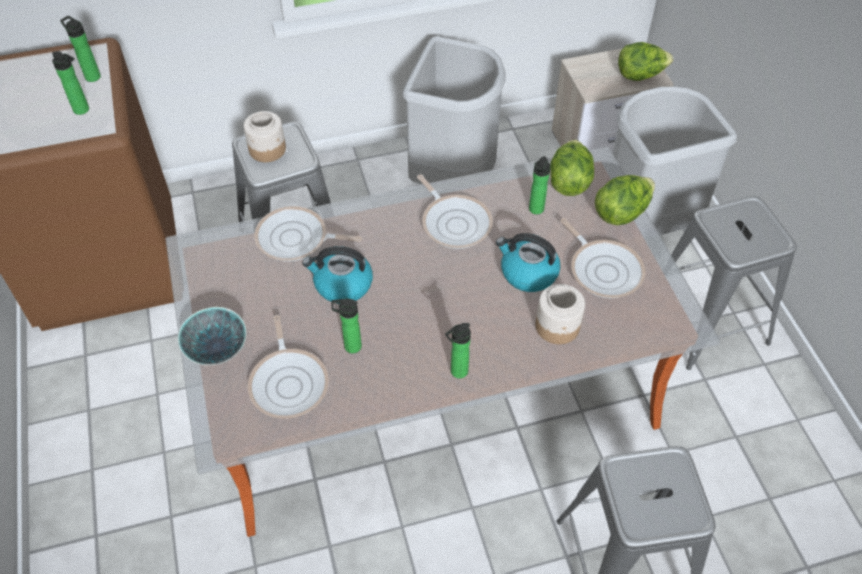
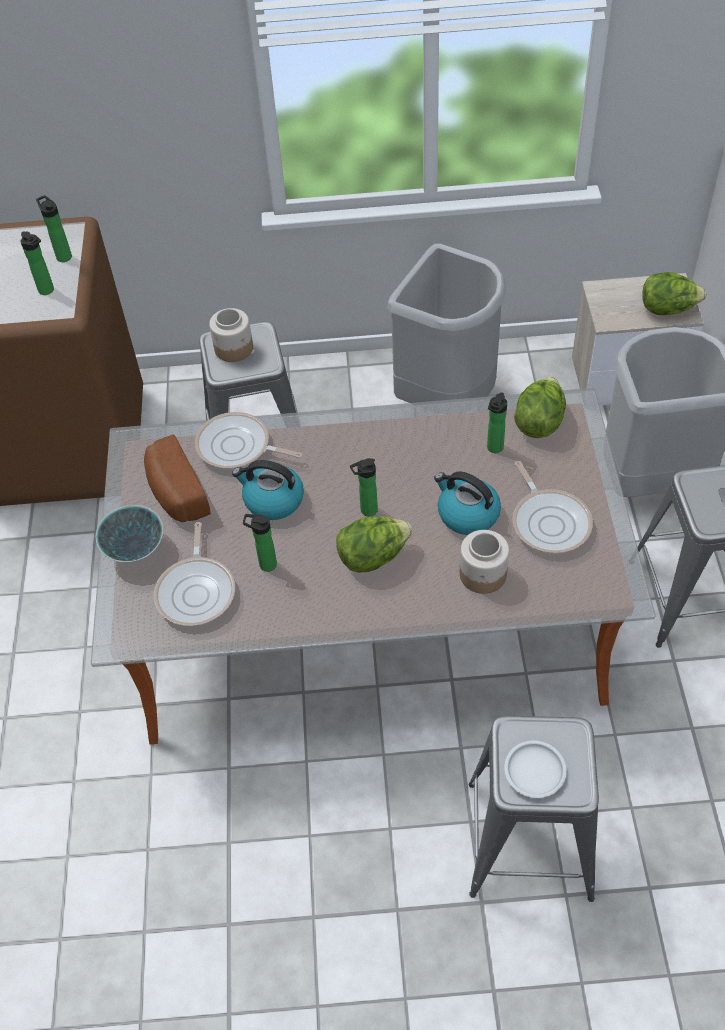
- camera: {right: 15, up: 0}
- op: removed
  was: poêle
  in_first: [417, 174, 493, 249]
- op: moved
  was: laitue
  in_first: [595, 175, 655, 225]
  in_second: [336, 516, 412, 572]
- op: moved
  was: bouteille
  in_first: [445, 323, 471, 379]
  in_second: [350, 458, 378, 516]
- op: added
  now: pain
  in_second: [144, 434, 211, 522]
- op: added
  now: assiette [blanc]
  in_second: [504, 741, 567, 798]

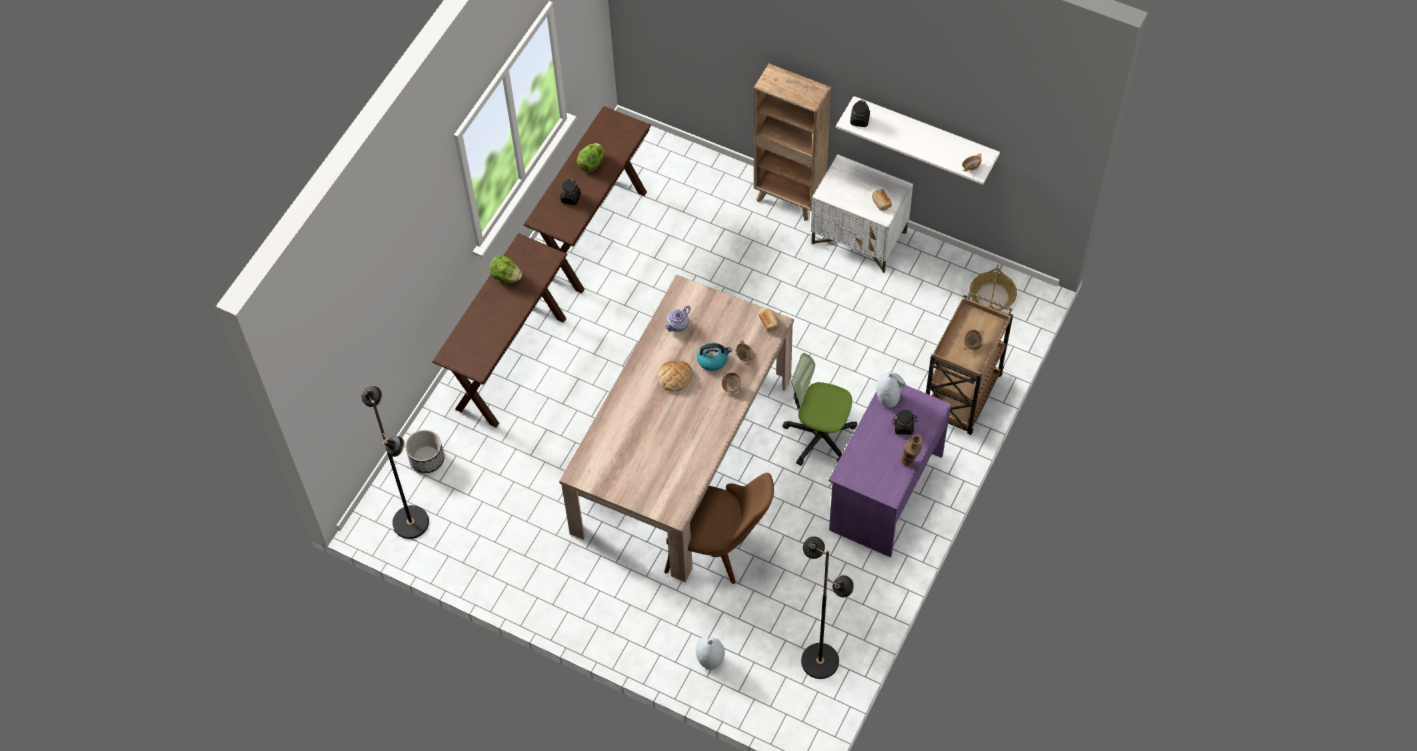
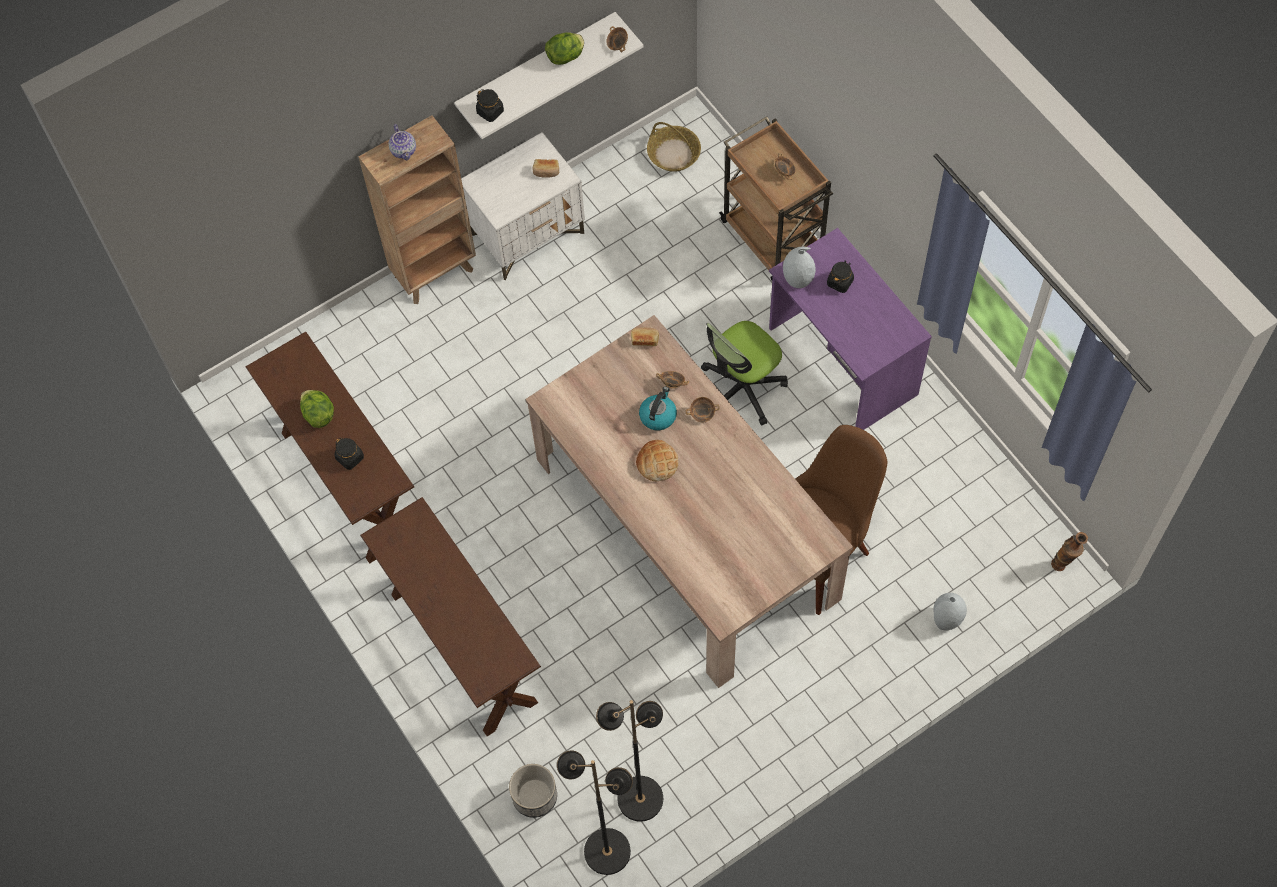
- camera: {right: -60, up: 5}
- op: moved
  was: laitue
  in_first: [490, 255, 522, 283]
  in_second: [545, 32, 584, 65]
- op: moved
  was: théière
  in_first: [665, 306, 690, 332]
  in_second: [388, 124, 416, 160]
- op: moved
  was: vase
  in_first: [901, 434, 922, 466]
  in_second: [1051, 532, 1088, 571]
- op: moved
  was: lampadaire [noir]
  in_first: [801, 536, 854, 679]
  in_second: [596, 700, 663, 822]

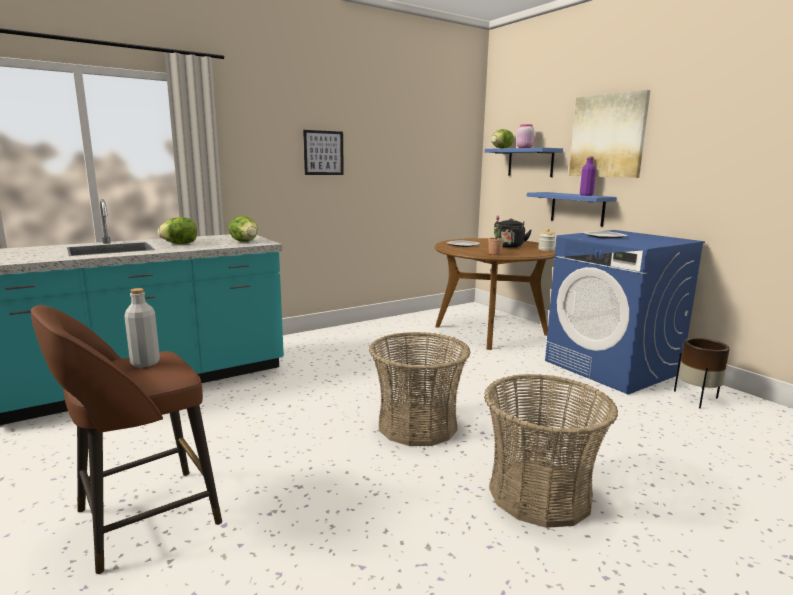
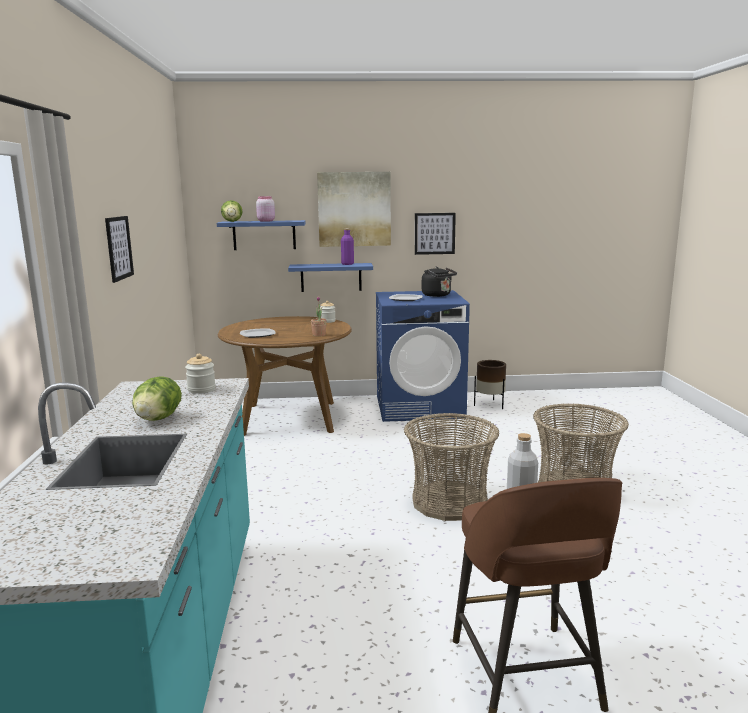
- camera: {right: -60, up: 0}
- op: replaced
  was: laitue
  now: bocal
  in_first: [229, 216, 258, 242]
  in_second: [185, 354, 216, 394]
- op: moved
  was: bouilloire [noir]
  in_first: [494, 218, 532, 248]
  in_second: [422, 267, 457, 297]
- op: added
  now: tableau
  in_second: [415, 213, 456, 255]

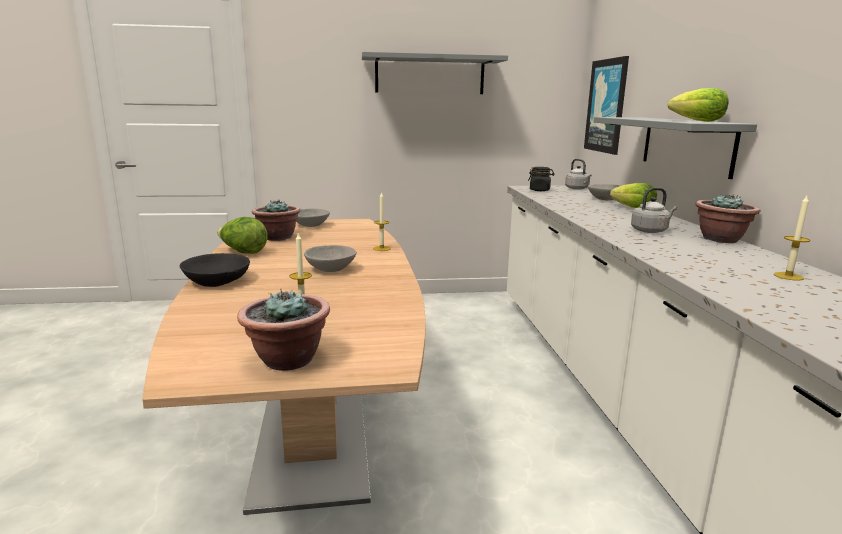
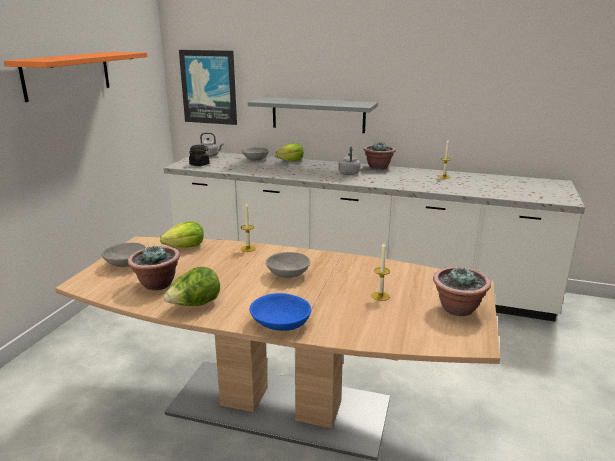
- camera: {right: -65, up: 5}
- op: recoloured
  was: étagère [gris]
  now: étagère [orange]
  in_first: [362, 52, 508, 94]
  in_second: [4, 52, 147, 102]
- op: moved
  was: laitue
  in_first: [668, 88, 729, 122]
  in_second: [160, 221, 204, 248]
- op: recoloured
  was: bol [noir]
  now: bol [bleu]
  in_first: [180, 253, 250, 287]
  in_second: [250, 293, 311, 331]

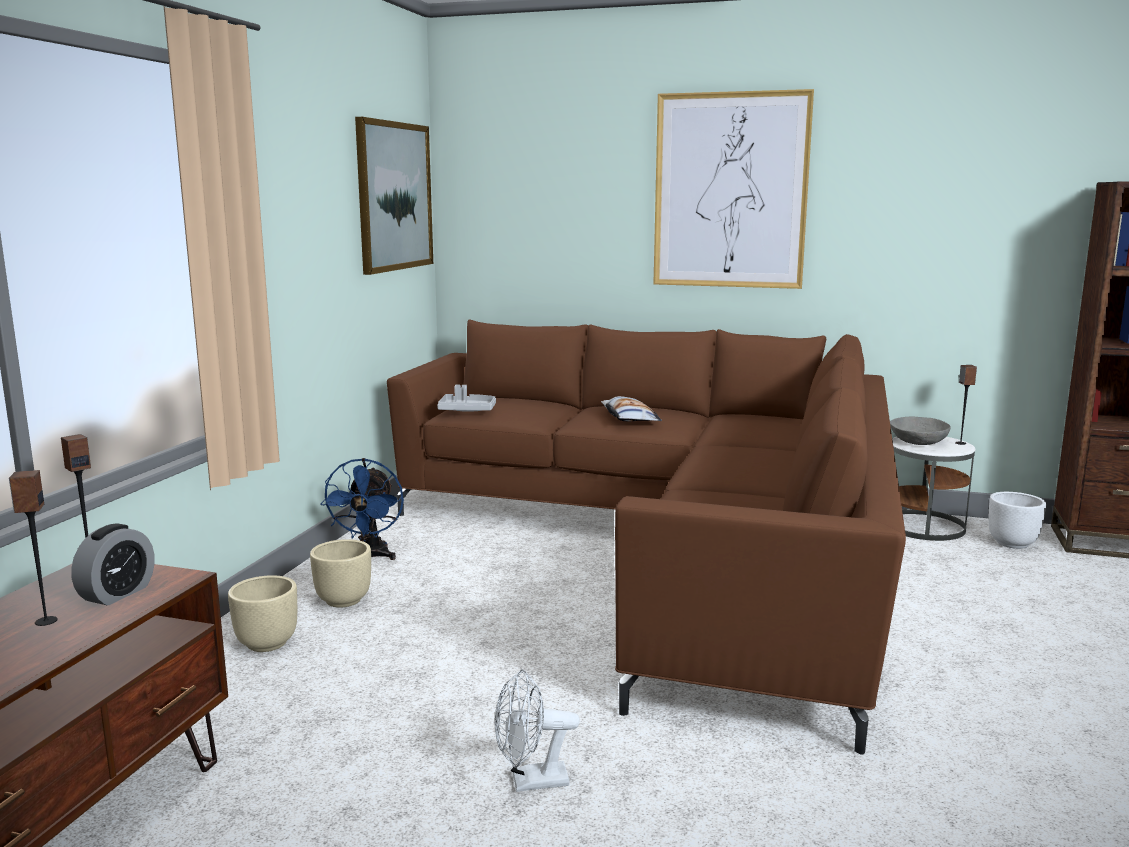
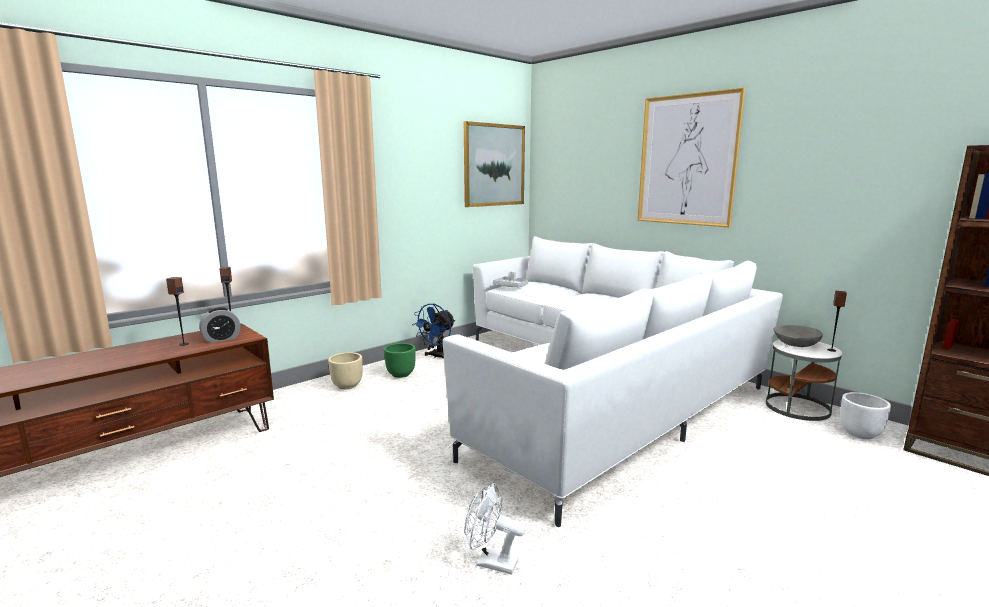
- camera: {right: 30, up: 0}
- op: recoloured
  was: canapé [marron]
  now: canapé [blanc]
  in_first: [387, 320, 906, 755]
  in_second: [443, 236, 783, 527]
- op: removed
  was: coussin
  in_first: [601, 396, 662, 422]
- op: recoloured
  was: cache-pot [beige]
  now: cache-pot [vert]
  in_first: [310, 539, 371, 608]
  in_second: [384, 343, 416, 378]
- op: moved
  was: ventilateur [blanc]
  in_first: [495, 669, 580, 792]
  in_second: [464, 483, 525, 575]

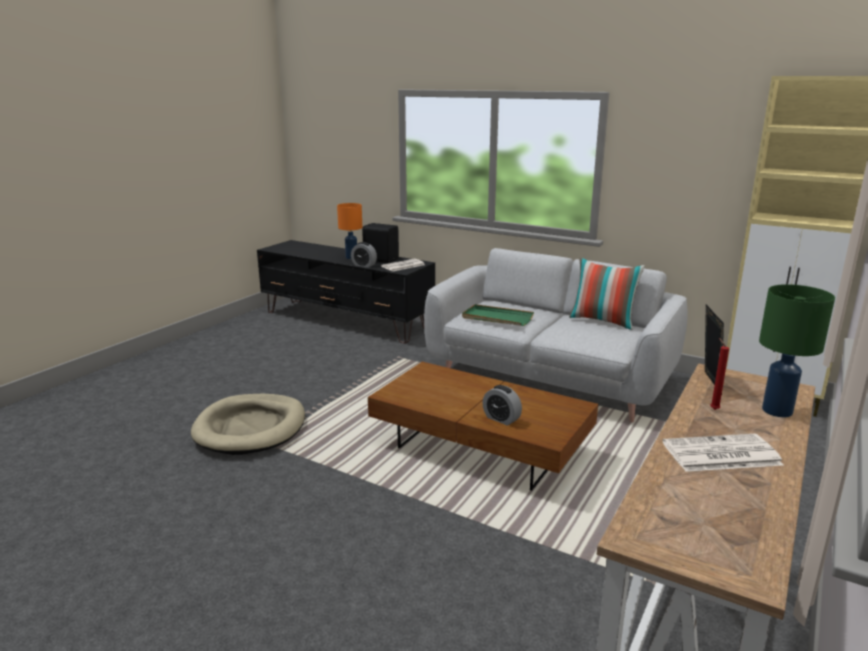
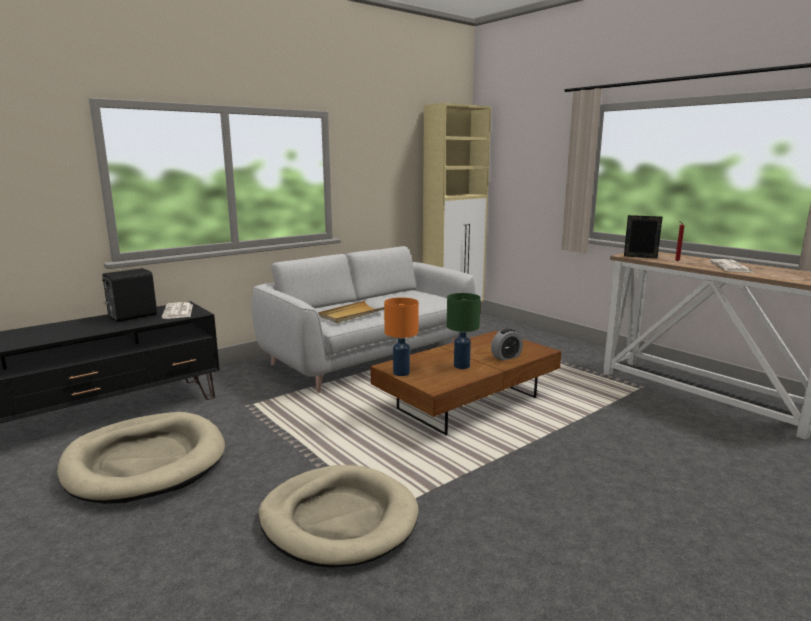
- camera: {right: -70, up: -5}
- op: moved
  was: lampe de table [orange]
  in_first: [337, 203, 362, 259]
  in_second: [384, 297, 419, 376]
- op: removed
  was: réveil
  in_first: [351, 242, 377, 267]
- op: removed
  was: coussin
  in_first: [569, 257, 645, 330]
- op: moved
  was: lampe de table [vert]
  in_first: [759, 284, 835, 417]
  in_second: [447, 293, 481, 369]
- op: recoloured
  was: plateau [vert]
  now: plateau [beige]
  in_first: [462, 304, 534, 326]
  in_second: [318, 301, 384, 323]
- op: added
  now: panier pour chien [beige]
  in_second: [57, 412, 225, 504]

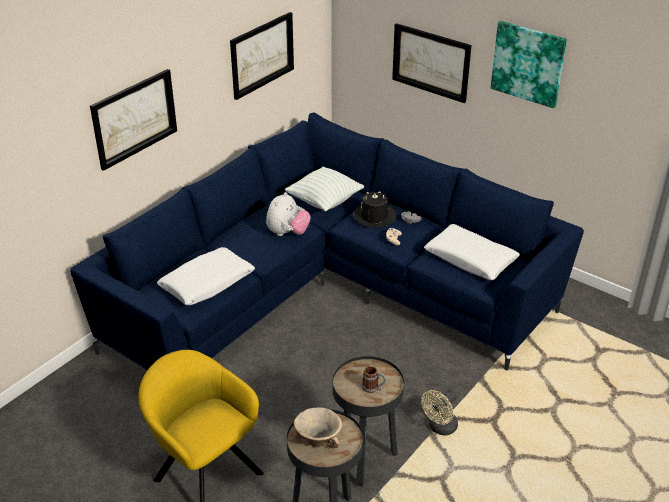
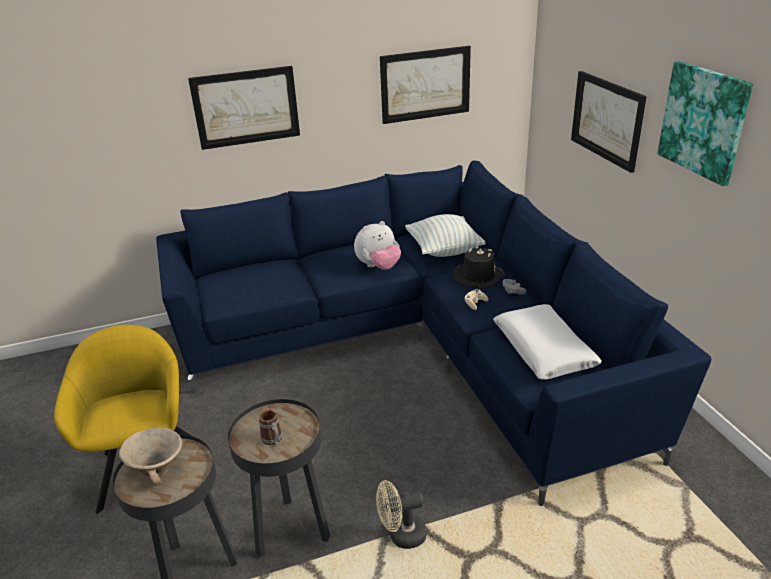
- camera: {right: 35, up: -5}
- op: removed
  was: coussin [blanc]
  in_first: [157, 247, 255, 305]

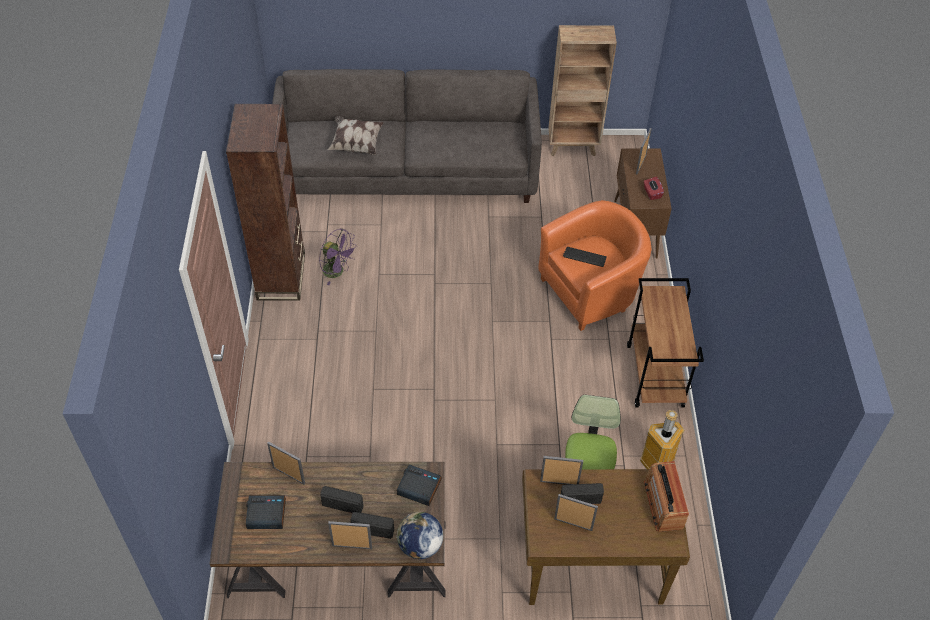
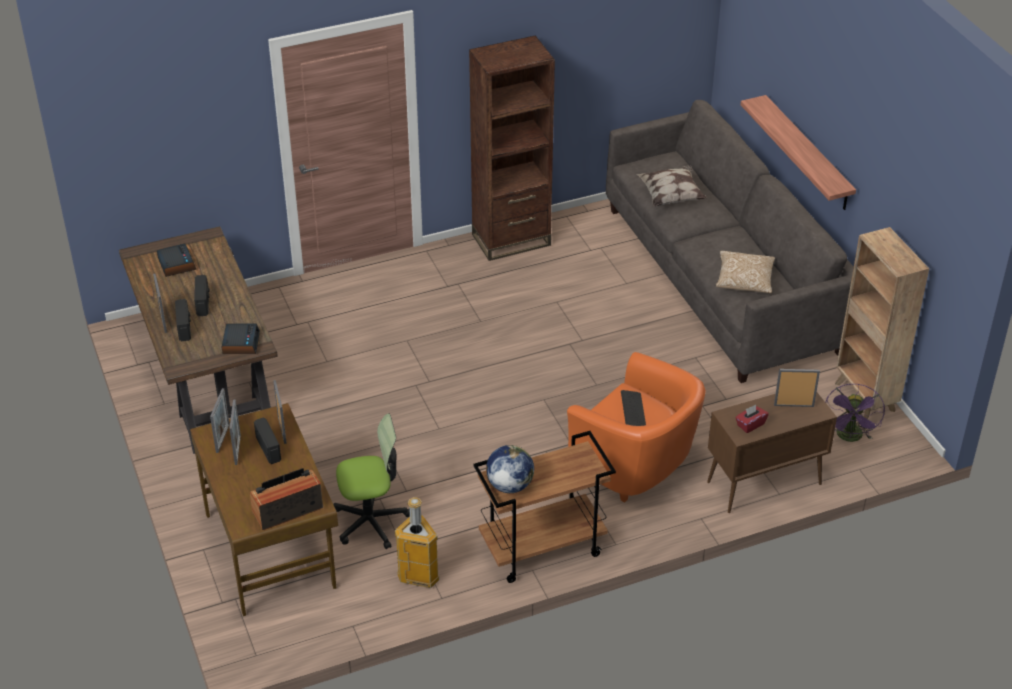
- camera: {right: 70, up: -10}
- op: moved
  was: ventilateur [violet]
  in_first: [319, 228, 357, 285]
  in_second: [825, 384, 885, 442]
- op: moved
  was: cadre photo
  in_first: [267, 442, 305, 485]
  in_second: [210, 388, 230, 453]
- op: moved
  was: globe
  in_first: [396, 512, 443, 559]
  in_second: [486, 445, 534, 493]
- op: added
  now: étagère
  in_second: [741, 95, 856, 210]
- op: added
  now: coussin
  in_second: [716, 251, 775, 293]

